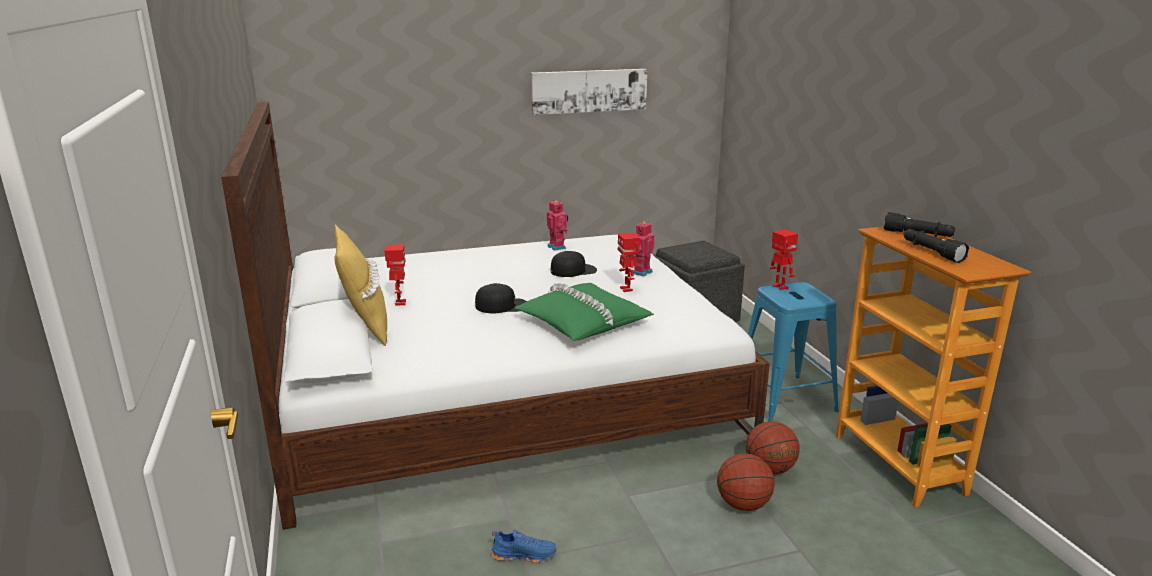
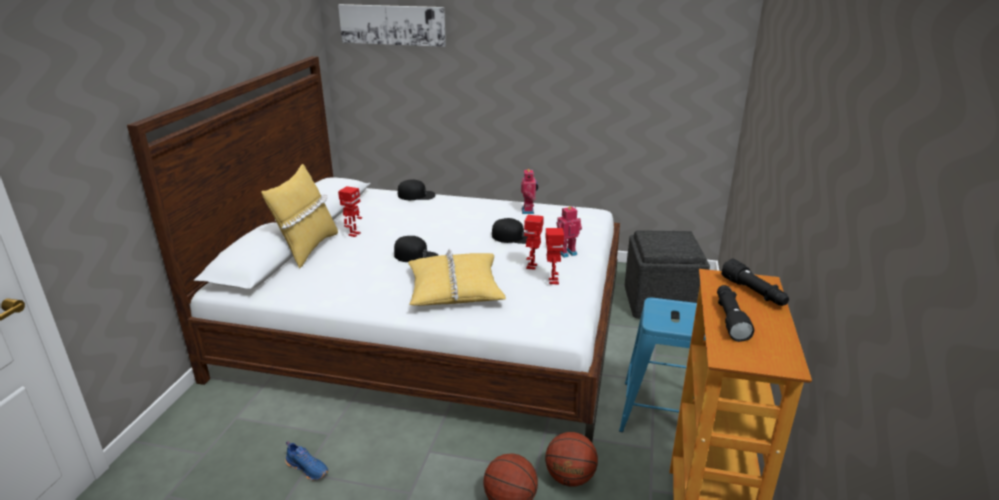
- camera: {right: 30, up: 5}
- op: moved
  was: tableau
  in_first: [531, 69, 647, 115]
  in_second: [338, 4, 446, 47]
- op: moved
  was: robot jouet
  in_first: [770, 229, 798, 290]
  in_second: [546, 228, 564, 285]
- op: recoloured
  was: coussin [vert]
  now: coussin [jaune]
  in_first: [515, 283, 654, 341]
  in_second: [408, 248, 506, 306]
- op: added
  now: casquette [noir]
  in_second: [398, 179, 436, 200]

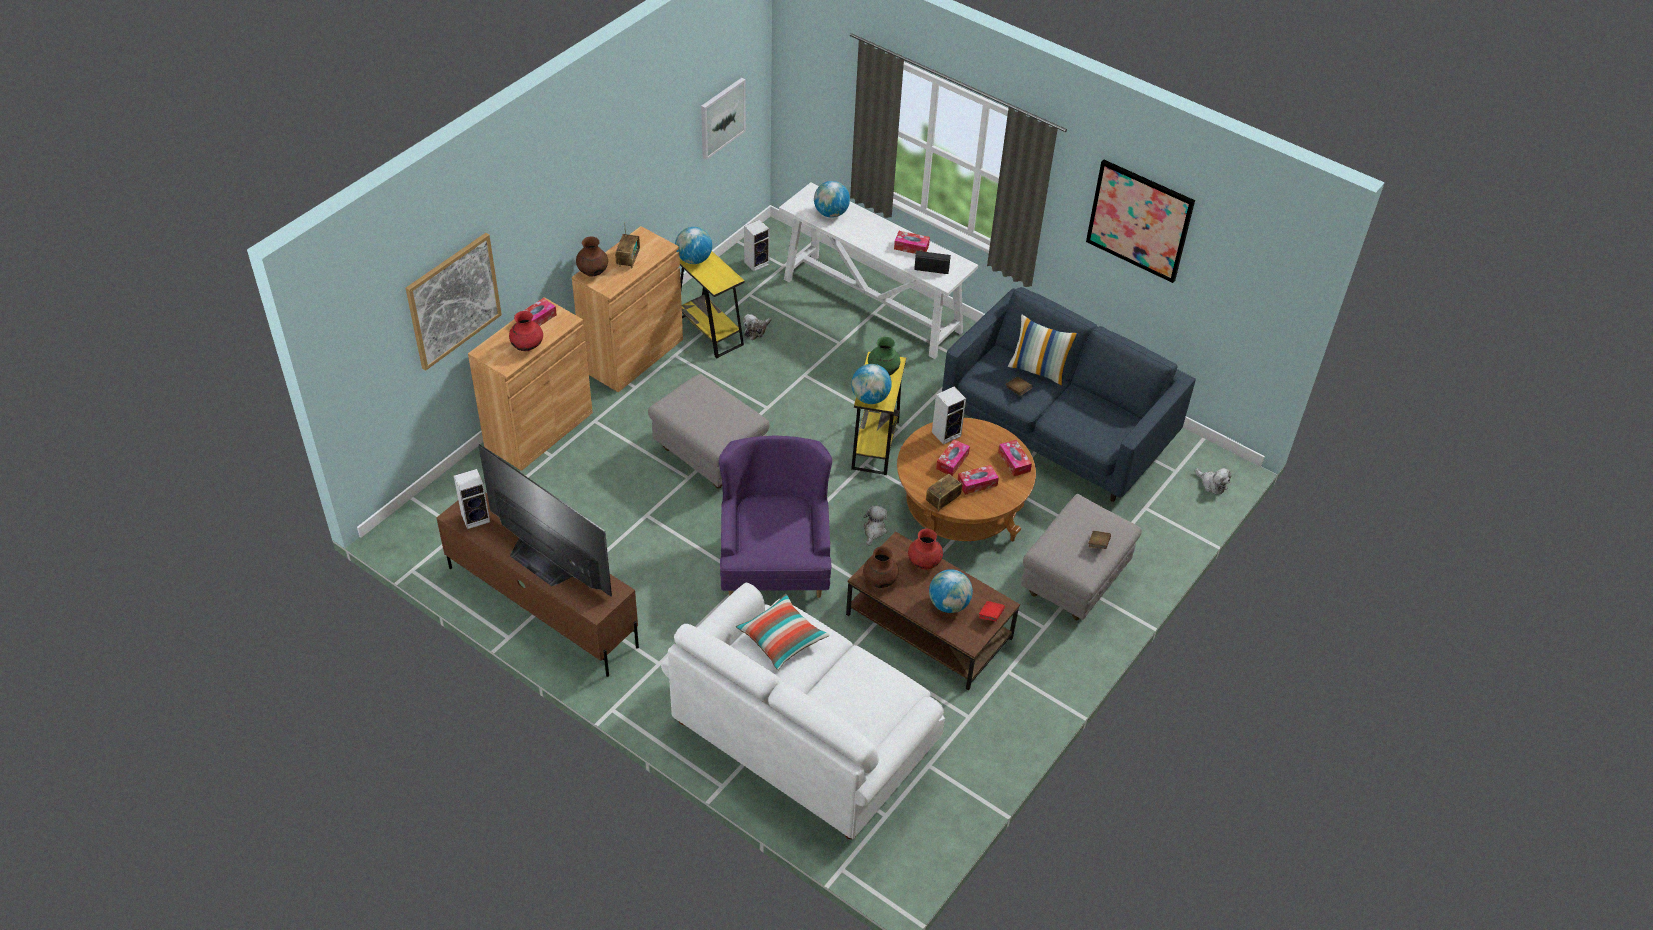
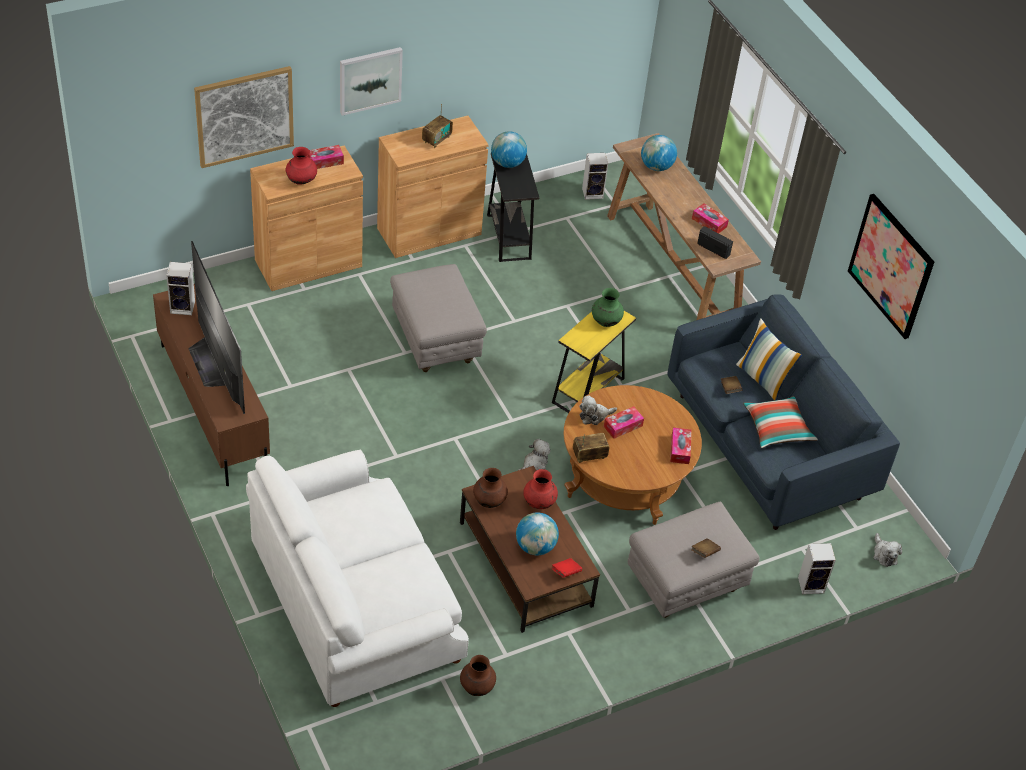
- camera: {right: 25, up: 0}
- op: moved
  was: tableau
  in_first: [701, 78, 746, 160]
  in_second: [340, 47, 403, 116]
- op: recoloured
  was: table console [blanc]
  now: table console [marron]
  in_first: [779, 182, 978, 359]
  in_second: [607, 133, 761, 320]
- op: moved
  was: vase [marron]
  in_first: [576, 237, 608, 277]
  in_second: [460, 655, 496, 696]
- op: recoloured
  was: table d'appoint [jaune]
  now: table d'appoint [noir]
  in_first: [679, 251, 745, 359]
  in_second: [487, 153, 539, 262]
- op: moved
  was: peluche
  in_first: [743, 314, 772, 340]
  in_second: [579, 395, 617, 425]
- op: removed
  was: globe
  in_first: [851, 364, 892, 404]
- op: moved
  was: enceinte
  in_first: [932, 387, 966, 445]
  in_second: [798, 543, 836, 594]
- op: removed
  was: fauteuil [violet]
  in_first: [719, 435, 832, 598]
- op: removed
  was: boîte à mouchoirs
  in_first: [958, 465, 999, 495]
- op: moved
  was: coussin
  in_first: [736, 594, 830, 670]
  in_second: [743, 396, 818, 448]

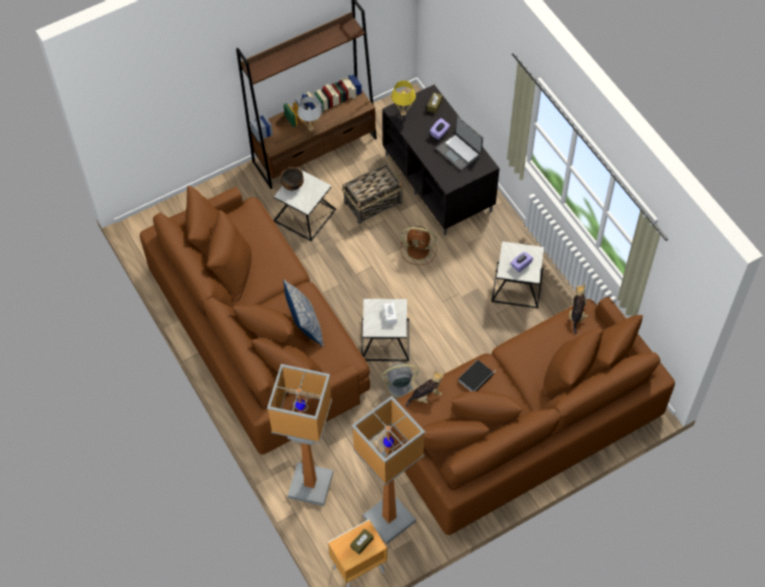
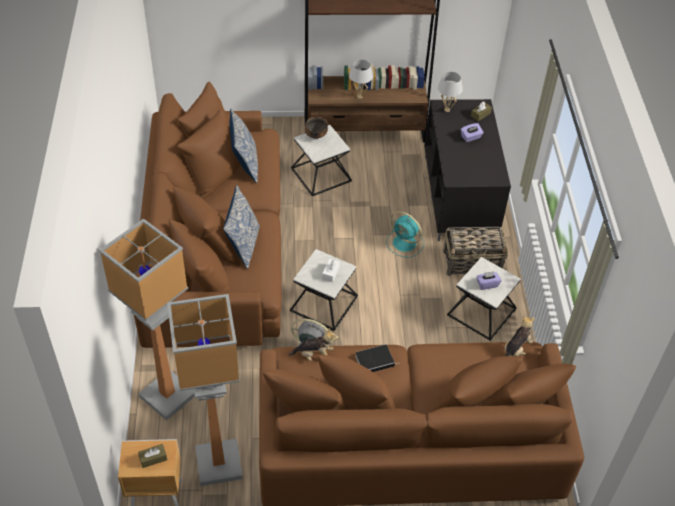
- camera: {right: 25, up: -10}
- op: recoloured
  was: lampe de table [jaune]
  now: lampe de table [blanc]
  in_first: [391, 81, 416, 116]
  in_second: [438, 72, 463, 112]
- op: removed
  was: ordinateur portable
  in_first: [436, 116, 483, 171]
- op: moved
  was: panier
  in_first: [342, 163, 404, 224]
  in_second: [443, 227, 508, 276]
- op: recoloured
  was: ventilateur [marron]
  now: ventilateur [turquoise]
  in_first: [401, 226, 437, 265]
  in_second: [386, 211, 424, 257]
- op: added
  now: coussin
  in_second: [230, 109, 258, 183]

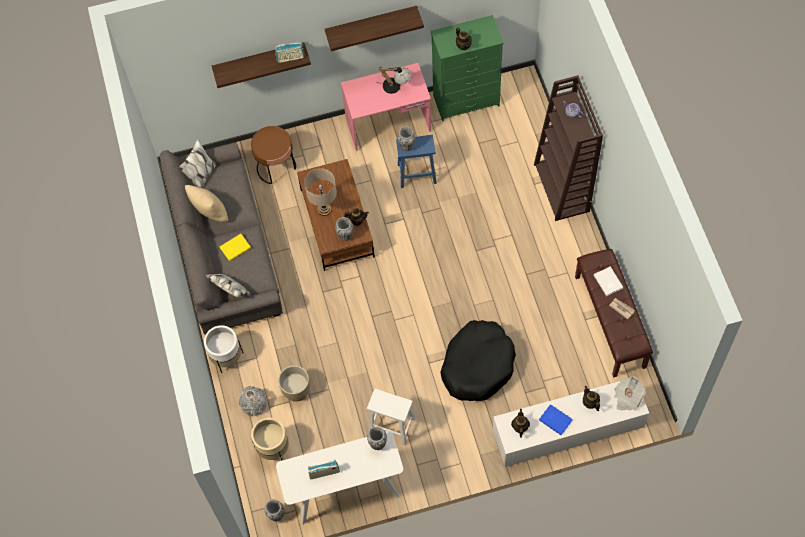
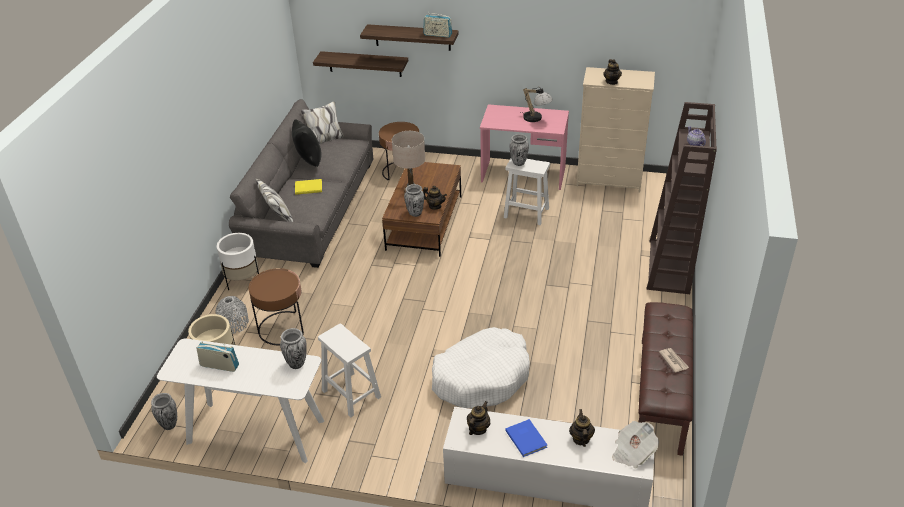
- camera: {right: 25, up: -25}
- op: moved
  was: étagère
  in_first: [325, 6, 424, 51]
  in_second: [313, 51, 408, 77]
- op: recoloured
  was: commode [vert]
  now: commode [beige]
  in_first: [431, 15, 504, 121]
  in_second: [576, 67, 655, 193]
- op: recoloured
  was: tabouret [bleu]
  now: tabouret [blanc]
  in_first: [396, 135, 437, 188]
  in_second: [504, 159, 550, 225]
- op: recoloured
  was: coussin [beige]
  now: coussin [noir]
  in_first: [185, 185, 228, 222]
  in_second: [292, 119, 322, 167]
- op: removed
  was: livre [blanc]
  in_first: [594, 266, 624, 296]
- op: recoloured
  was: panier pour chien [noir]
  now: panier pour chien [blanc]
  in_first: [440, 320, 516, 401]
  in_second: [432, 327, 530, 409]
- op: replaced
  was: cache-pot [beige]
  now: table d'appoint [marron]
  in_first: [278, 366, 310, 402]
  in_second: [249, 268, 304, 345]

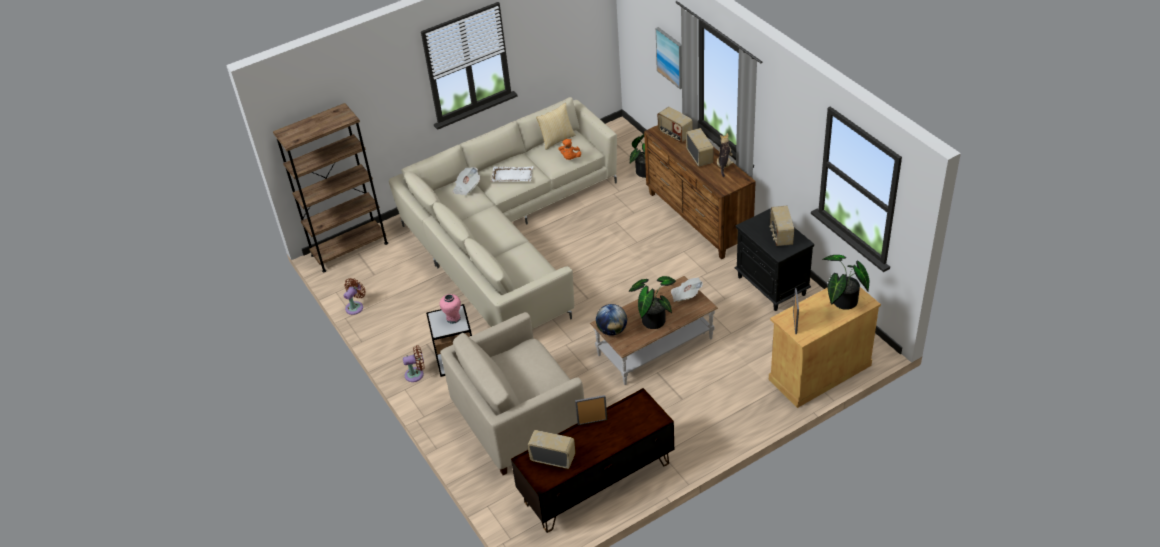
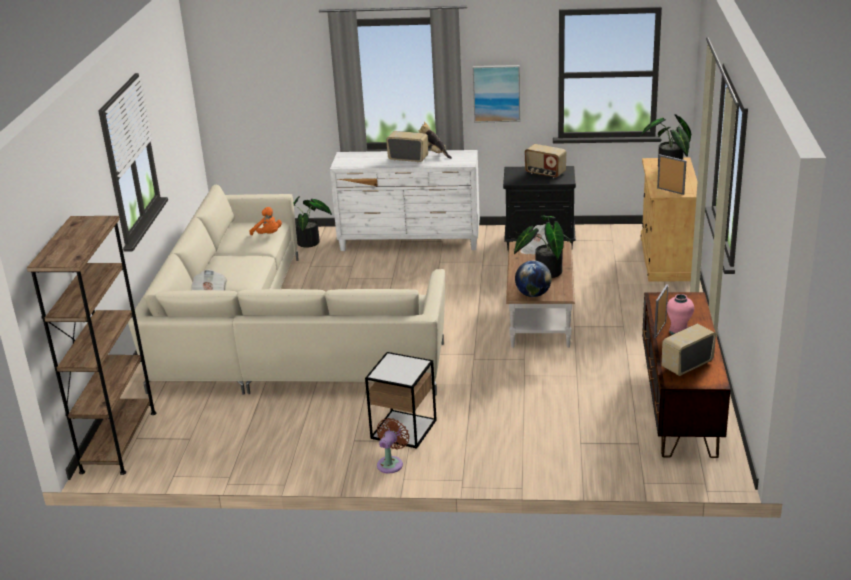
- camera: {right: -55, up: -15}
- op: moved
  was: tableau
  in_first: [656, 27, 682, 89]
  in_second: [473, 65, 520, 122]
- op: removed
  was: coussin
  in_first: [536, 103, 576, 150]
- op: removed
  was: radio
  in_first: [657, 107, 693, 143]
- op: recoloured
  was: commode [marron]
  now: commode [blanc]
  in_first: [644, 125, 756, 259]
  in_second: [330, 150, 480, 251]
- op: removed
  was: plateau [blanc]
  in_first: [491, 166, 533, 182]
- op: removed
  was: ventilateur [marron]
  in_first: [344, 278, 366, 315]
- op: moved
  was: vase [rose]
  in_first: [440, 294, 461, 324]
  in_second: [667, 294, 694, 335]
- op: removed
  was: fauteuil [beige]
  in_first: [440, 312, 584, 475]

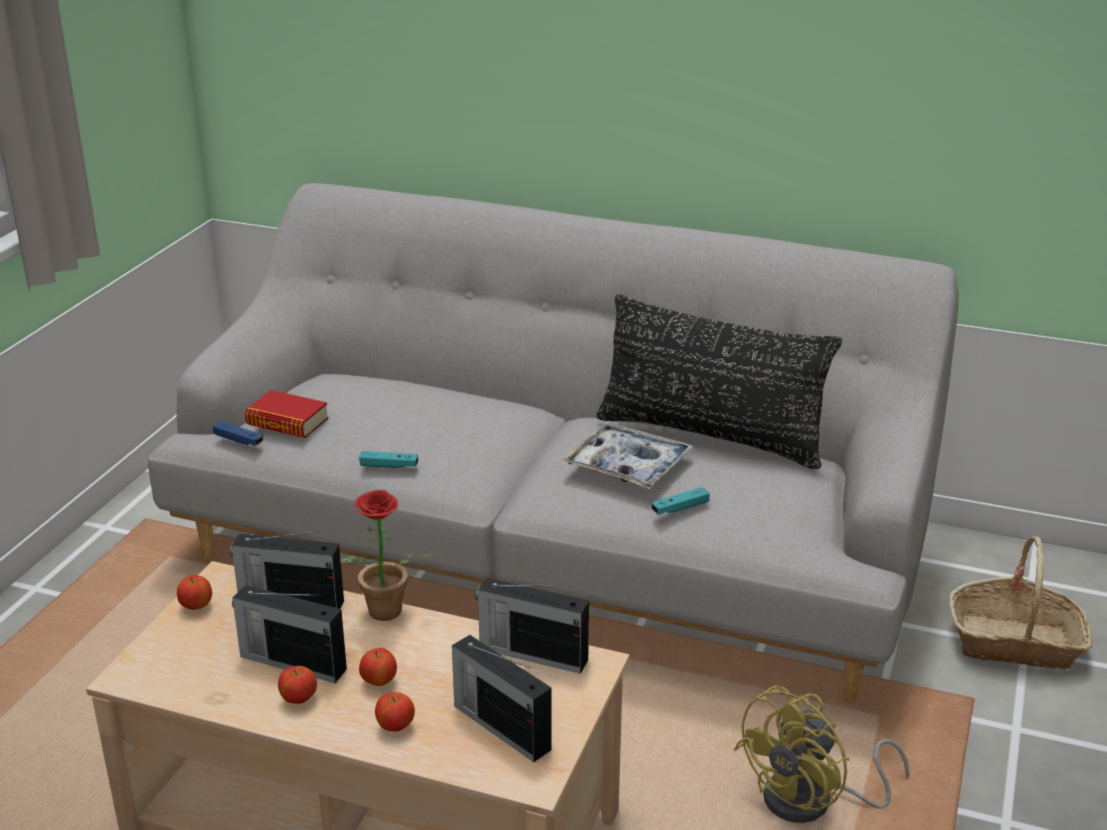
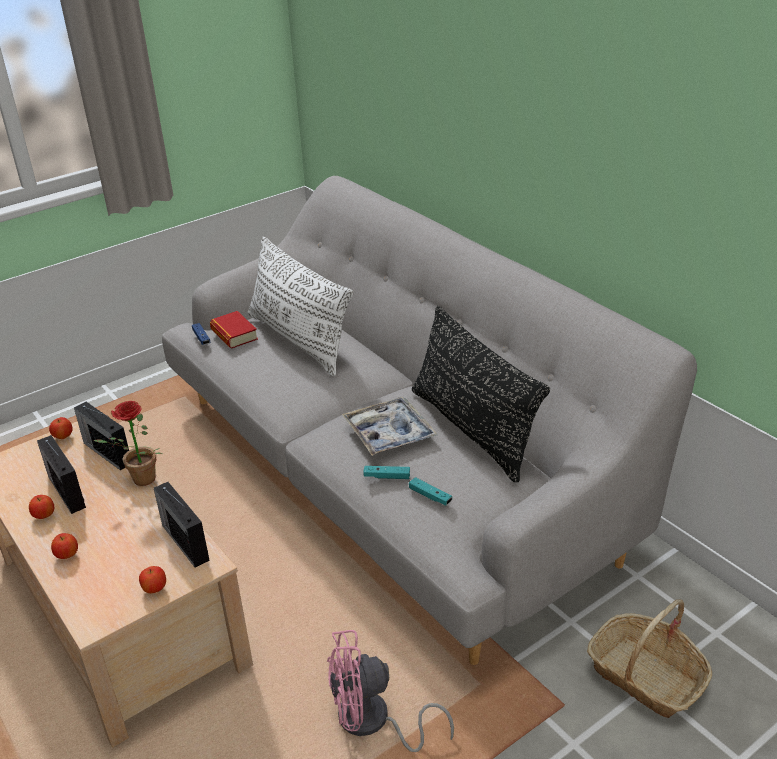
- camera: {right: 35, up: 5}
- op: moved
  was: manette [turquoise]
  in_first: [359, 451, 418, 468]
  in_second: [409, 477, 452, 506]
- op: removed
  was: radio
  in_first: [452, 635, 552, 762]
- op: moved
  was: pomme
  in_first: [359, 648, 397, 686]
  in_second: [139, 566, 166, 594]
- op: recoloured
  was: ventilateur [jaune]
  now: ventilateur [rose]
  in_first: [734, 685, 909, 823]
  in_second: [327, 630, 454, 752]
- op: added
  now: coussin [blanc]
  in_second: [248, 237, 353, 376]

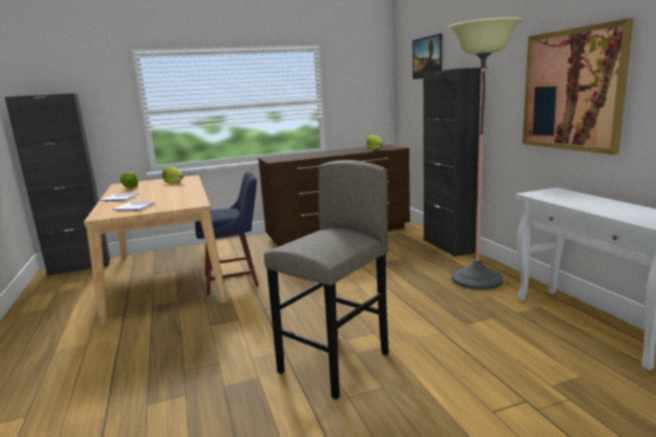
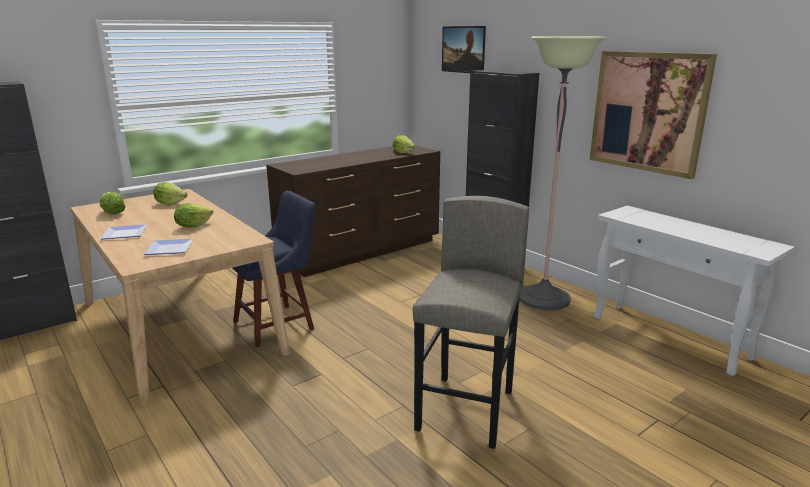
- camera: {right: -20, up: 5}
- op: added
  now: laitue
  in_second: [174, 203, 213, 228]

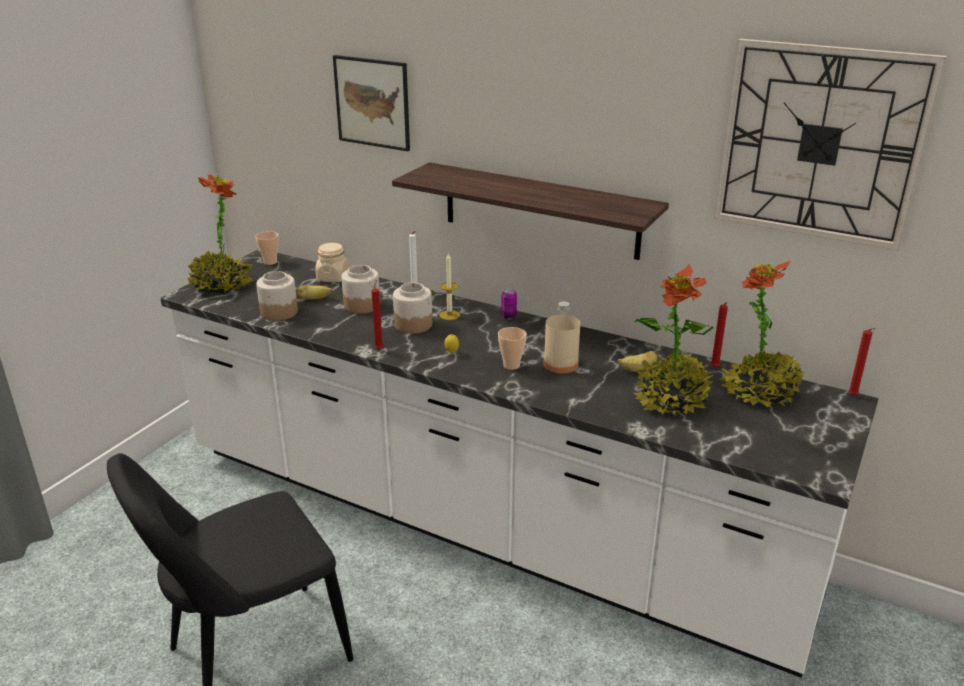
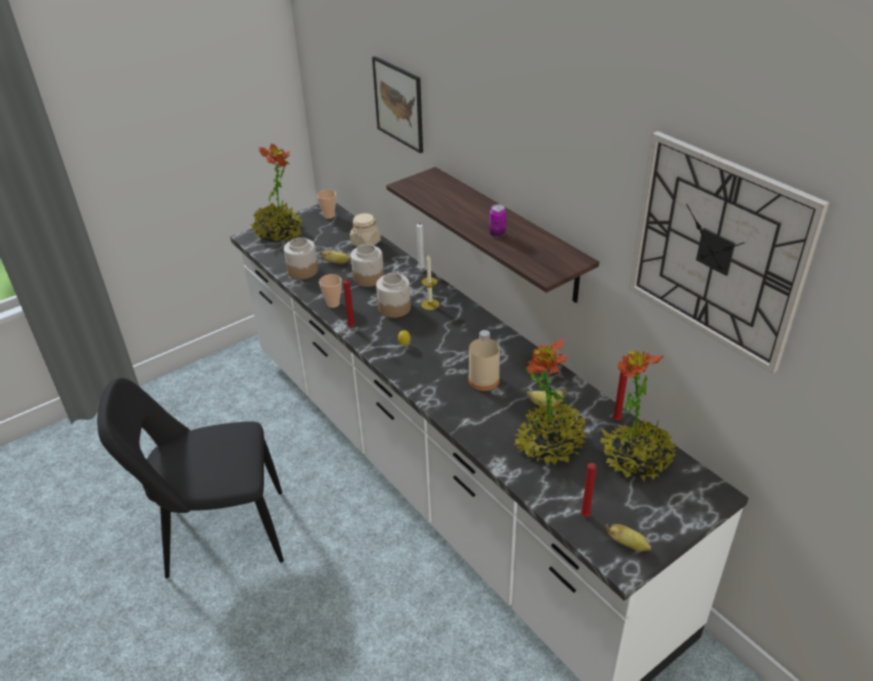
- camera: {right: 25, up: 10}
- op: moved
  was: boîte métallique
  in_first: [501, 288, 517, 320]
  in_second: [489, 204, 506, 237]
- op: moved
  was: tasse
  in_first: [498, 327, 527, 370]
  in_second: [319, 274, 342, 308]
- op: moved
  was: bougie [rouge]
  in_first: [848, 328, 875, 396]
  in_second: [581, 463, 596, 517]
- op: added
  now: banane
  in_second: [606, 524, 651, 551]

